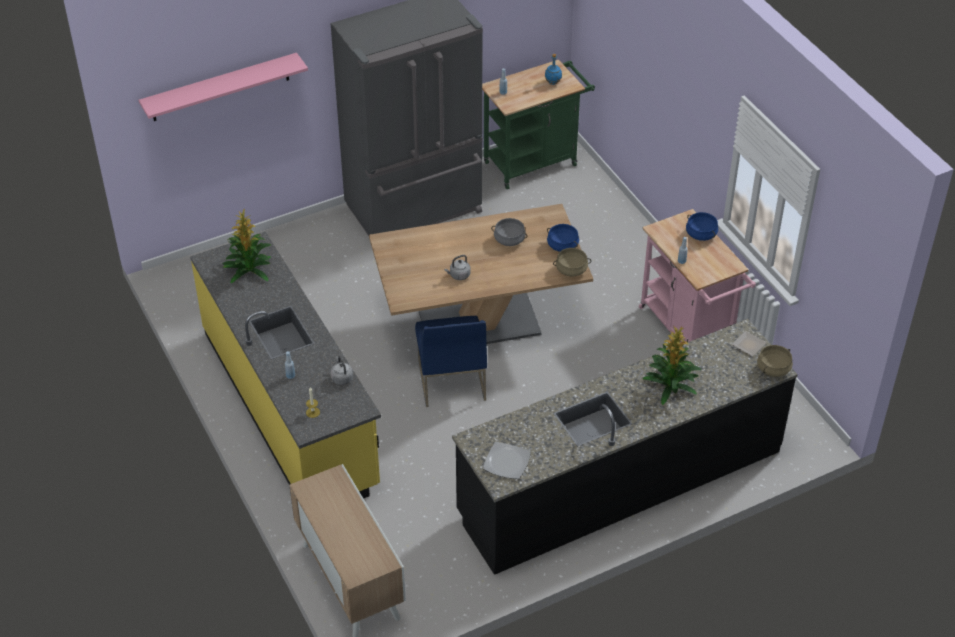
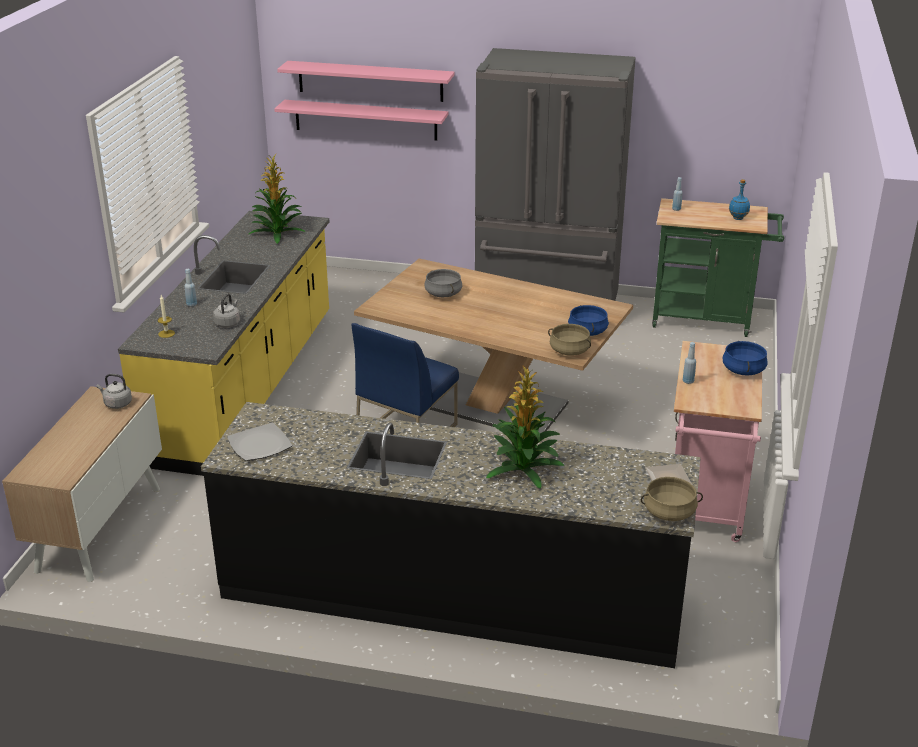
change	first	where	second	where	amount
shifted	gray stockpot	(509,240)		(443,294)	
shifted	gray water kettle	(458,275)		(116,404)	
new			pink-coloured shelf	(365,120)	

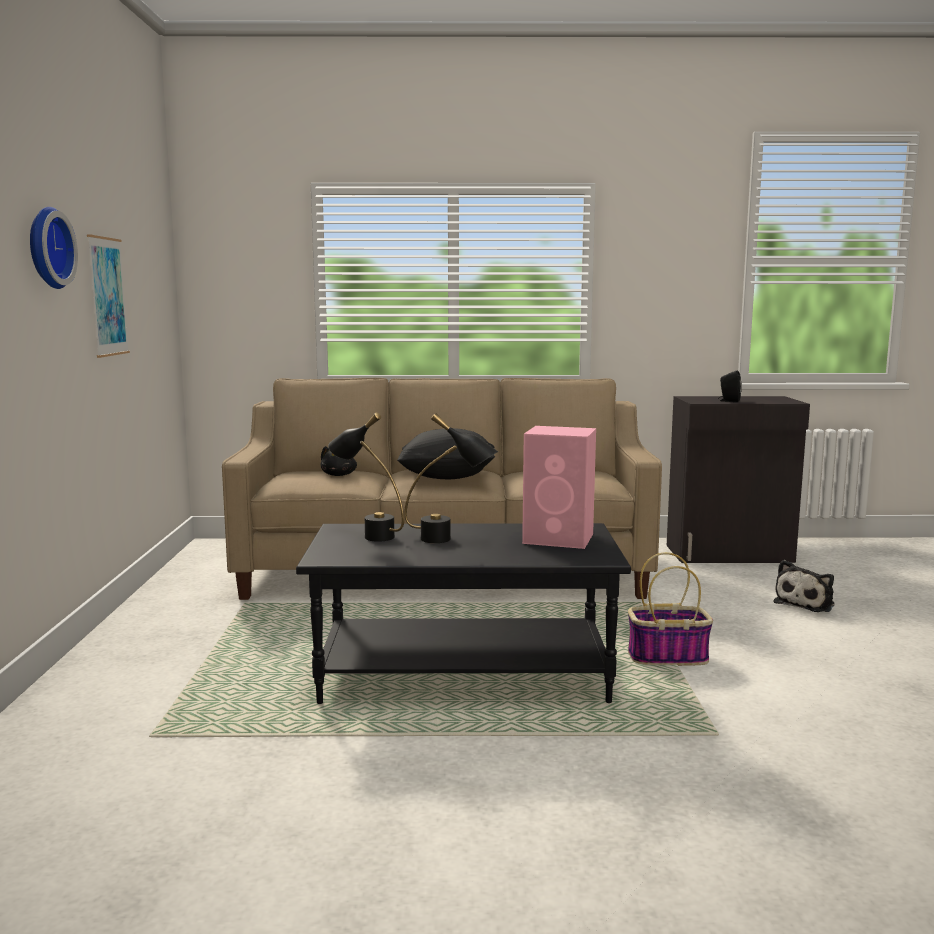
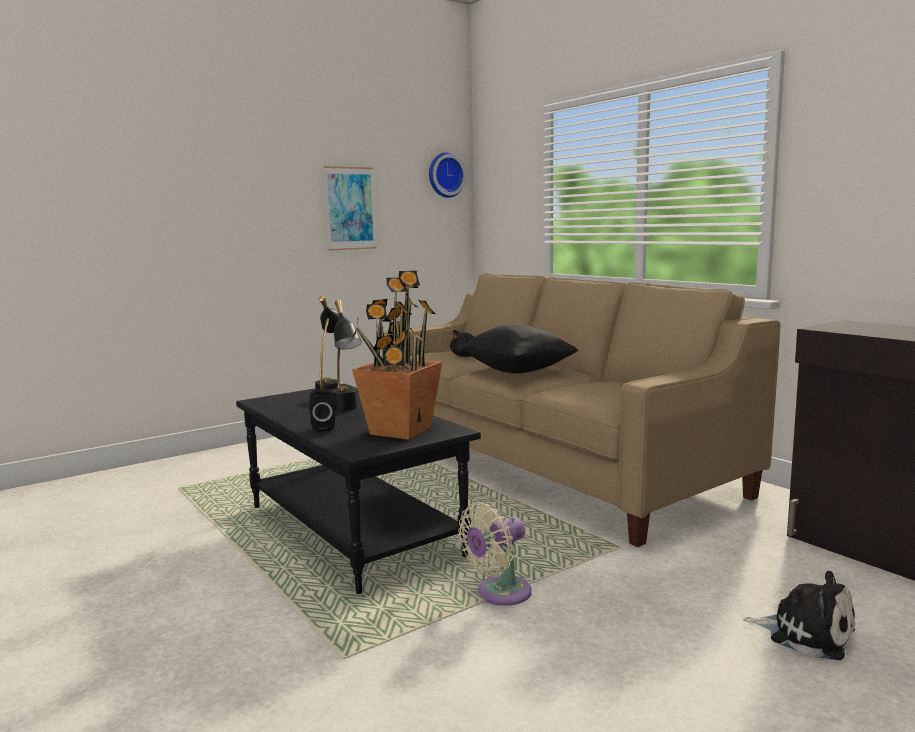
change	first	where	second	where	amount
shifted	hanging clock	(46,248)		(445,175)	
shifted	blackish speaker	(728,401)		(323,428)	
swapped	pink-coloured speaker	(560,539)	plant in a pot	(399,431)	
swapped	household basket	(668,657)	sand-coloured cooling fan	(499,593)	
rotated	cuddly toy	(806,603)		(805,633)	150 degrees counterclockwise

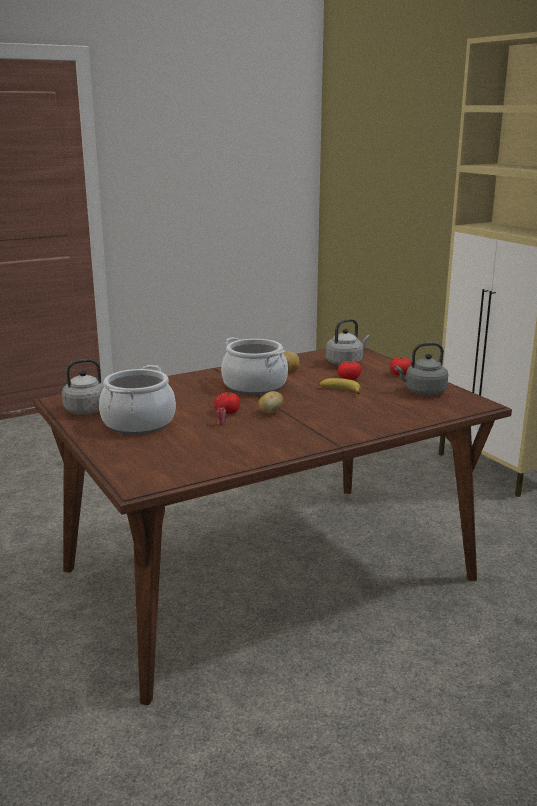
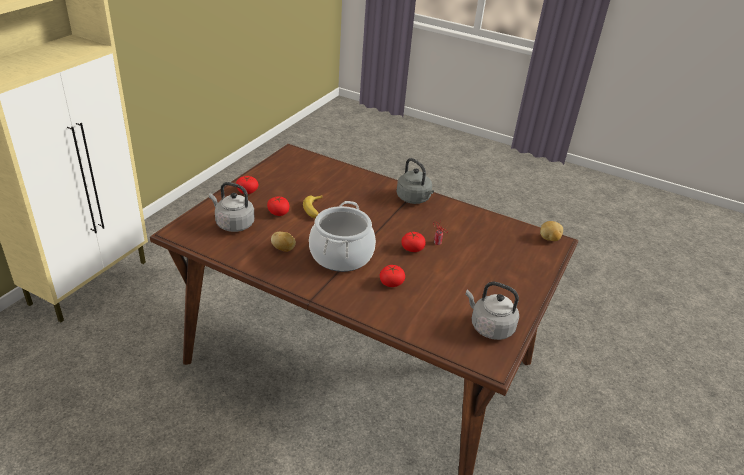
change	first	where	second	where	amount
shifted	gray water kettle	(423,392)		(414,199)	
gone	stockpot	(138,423)			
shifted	whole potato	(270,413)		(549,239)	
new			fresh tomato	(391,283)	

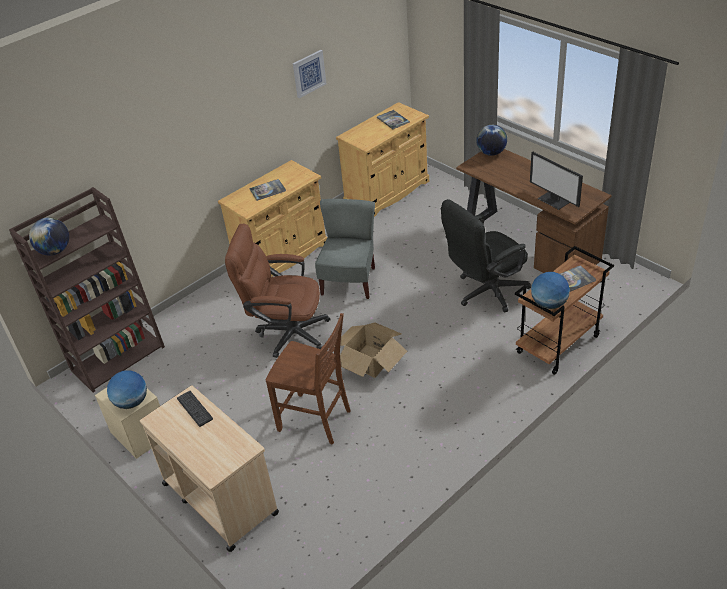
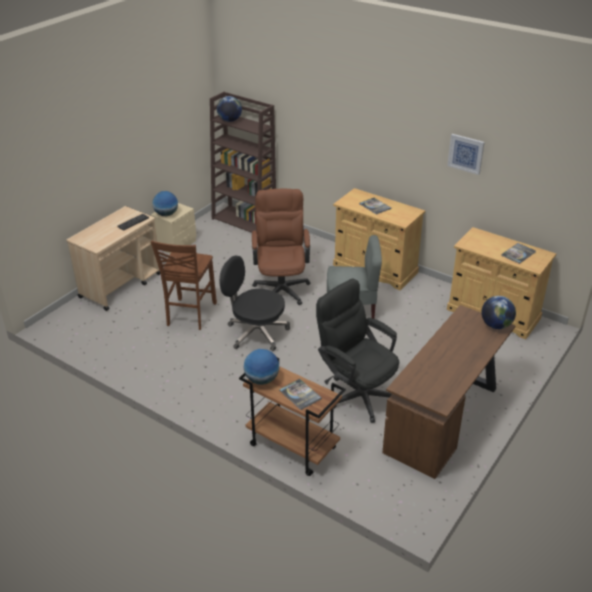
change	first	where	second	where	amount
gone	monitor	(554,200)			
swapped	packing box	(370,360)	blackish desk chair	(256,332)	

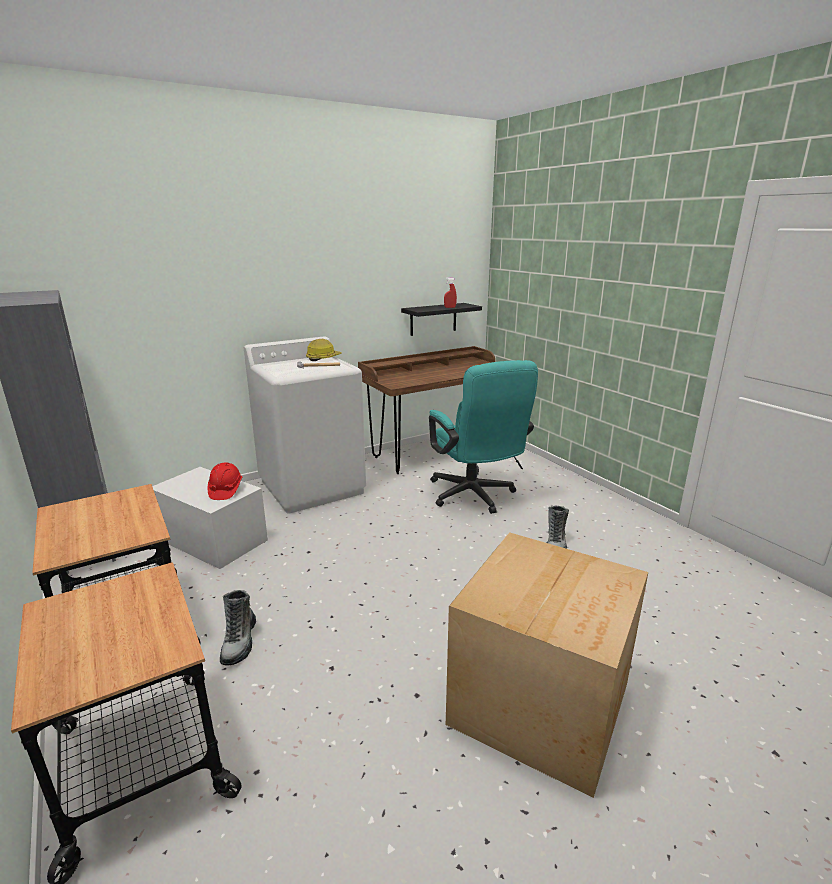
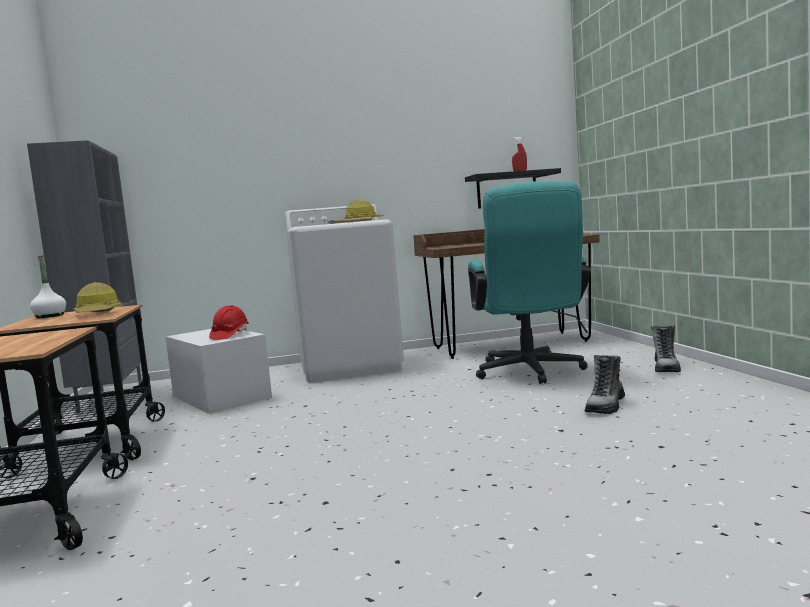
change	first	where	second	where	amount
gone	packing box	(543,703)			
shifted	boot	(239,642)		(666,368)	
new			white-coloured bottle	(50,316)	
new			safety helmet	(98,313)	

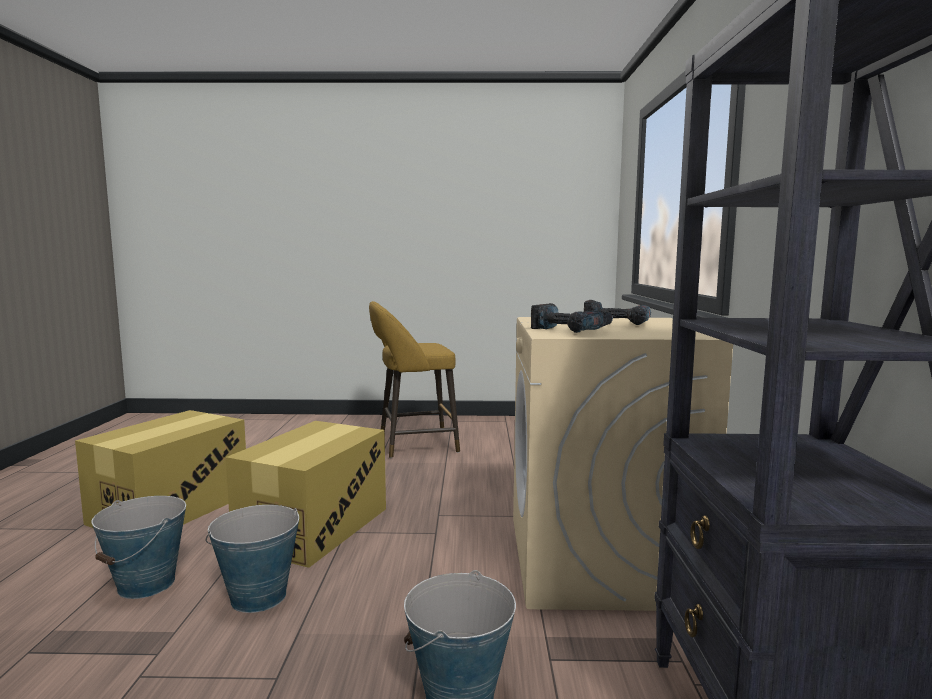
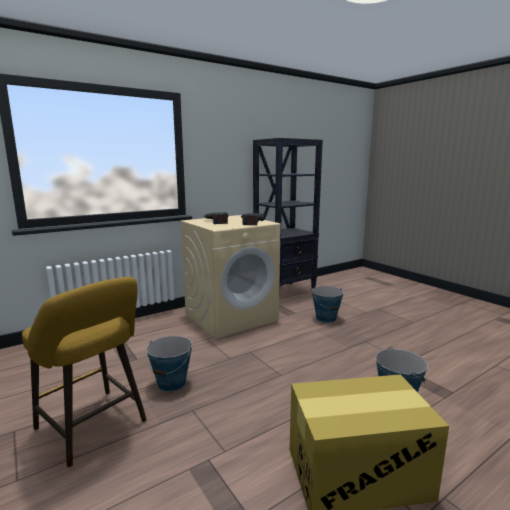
change	first	where	second	where	amount
gone	packing box	(314,527)			
shifted	bucket	(258,597)		(172,383)	

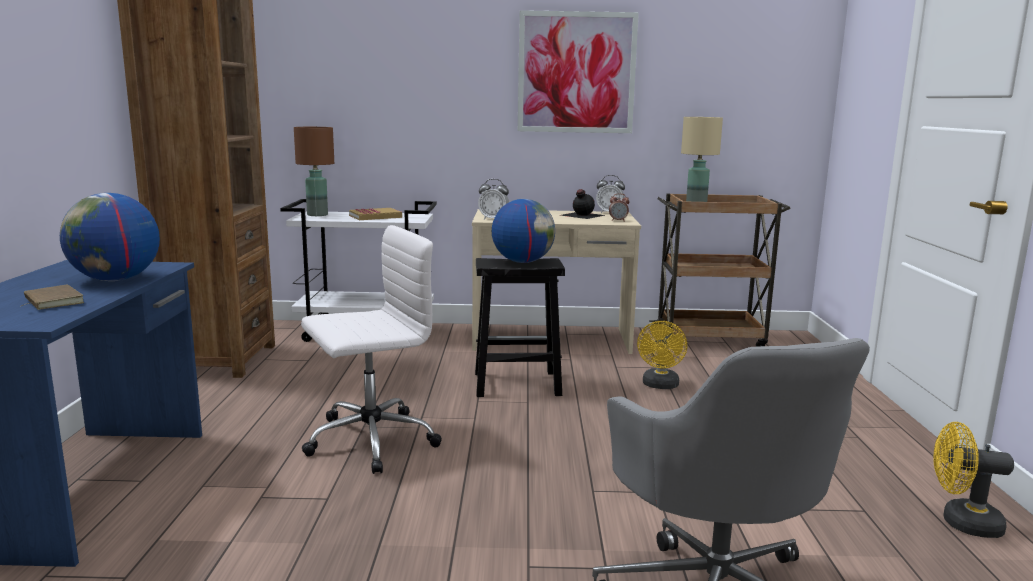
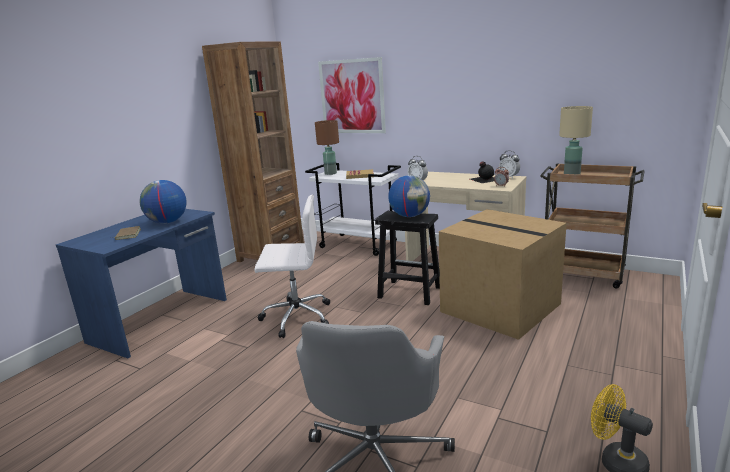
change	first	where	second	where	amount
shifted	wall picture	(576,73)		(352,96)	
swapped	yellowish cooling fan	(660,386)	packing box	(502,307)	

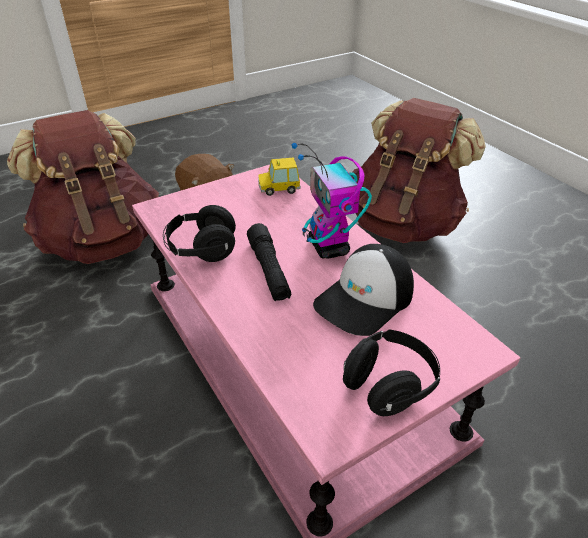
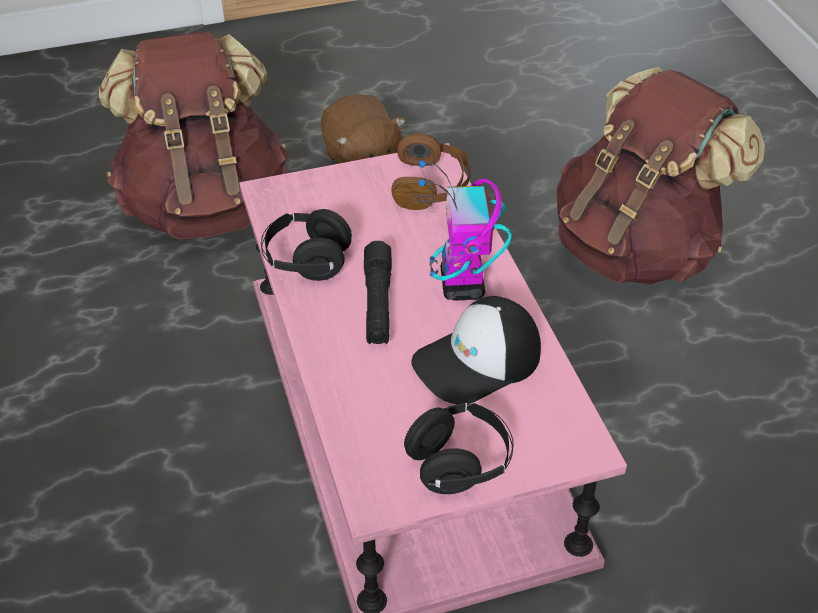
change	first	where	second	where	amount
swapped	toy car	(278,188)	brown headset	(431,186)	

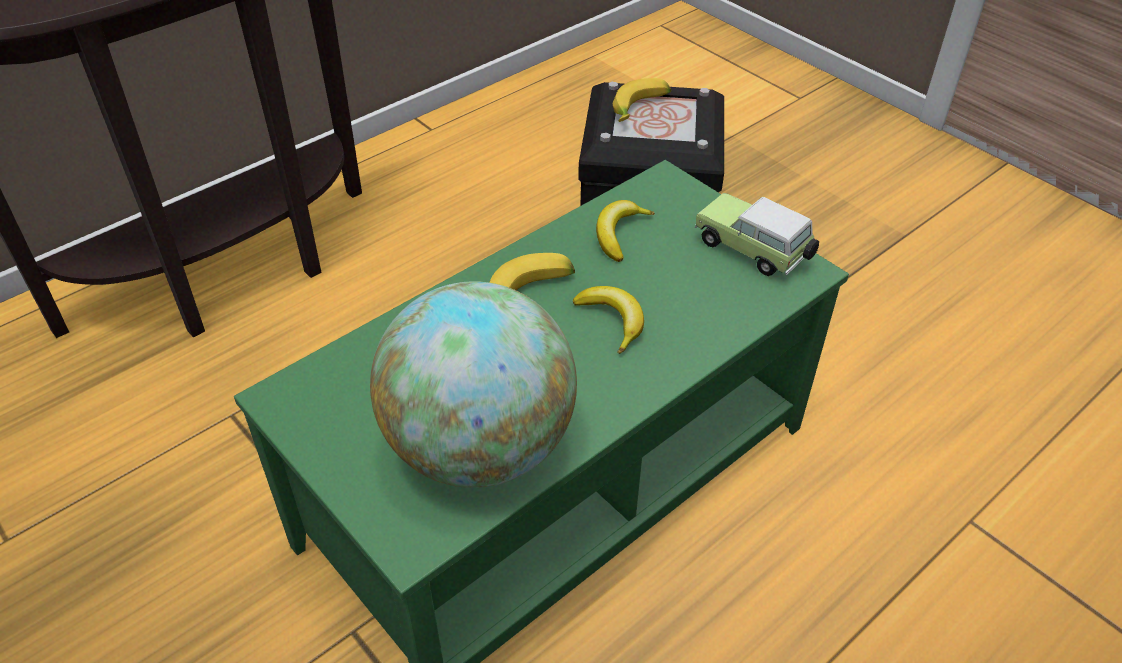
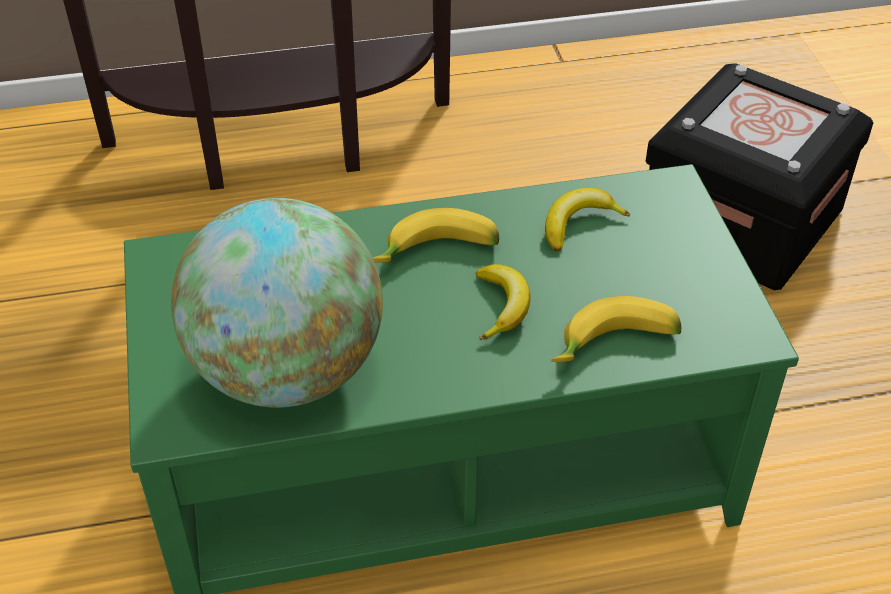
change	first	where	second	where	amount
shifted	banana fruit	(640,109)		(616,346)	
gone	toy car	(754,251)			

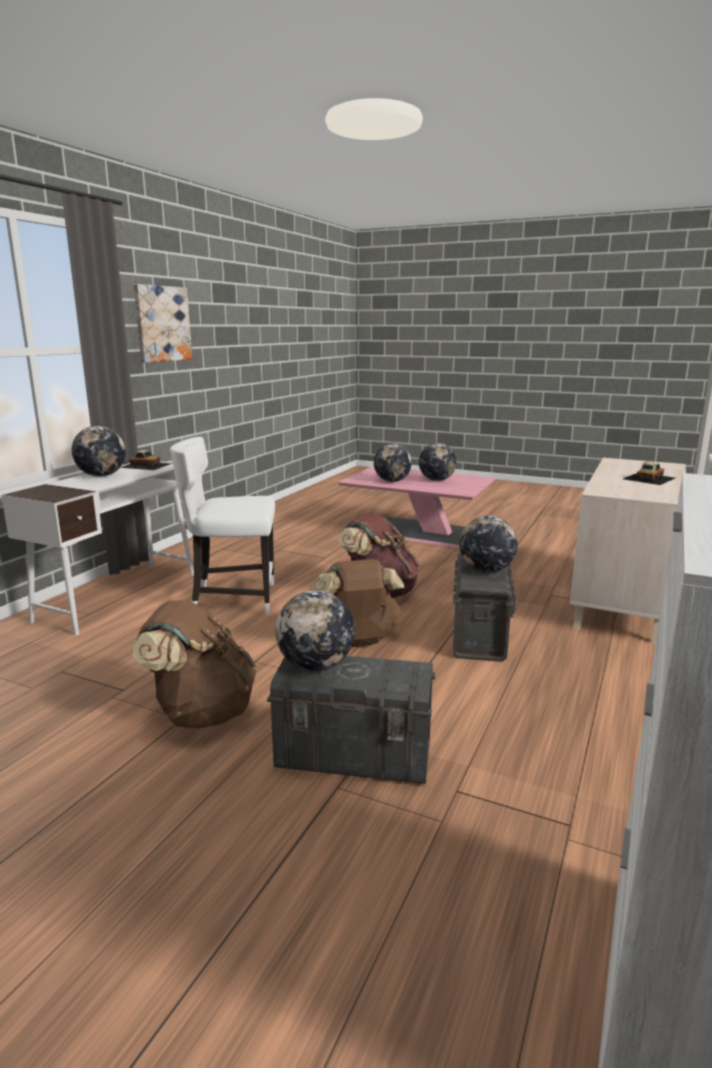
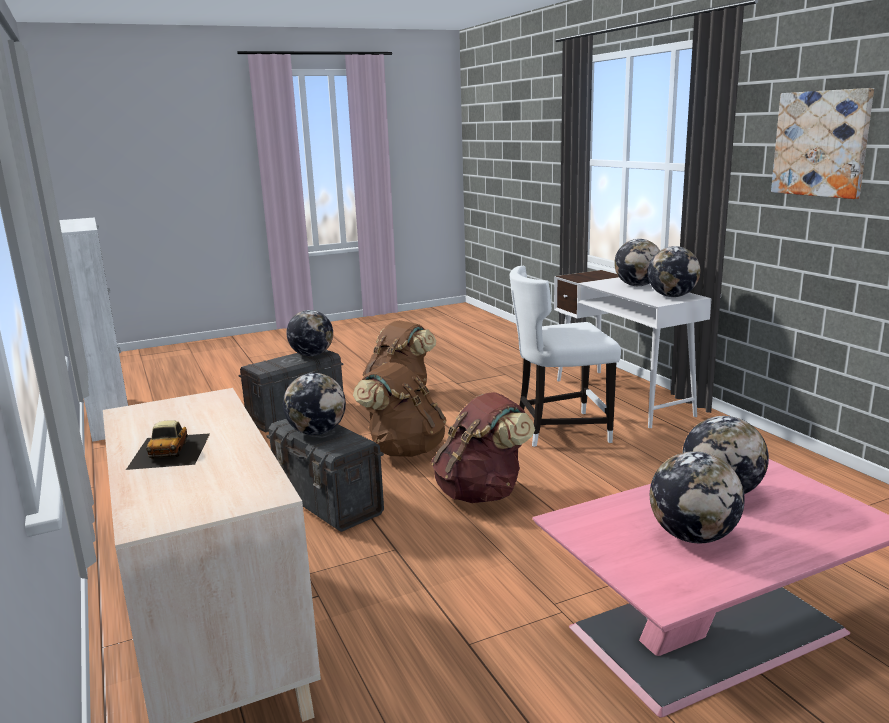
change	first	where	second	where	amount
rotated	white-coloured upright chair	(233,599)		(559,430)	135 degrees counterclockwise
swapped	toy car	(146,465)	world globe	(672,296)	

